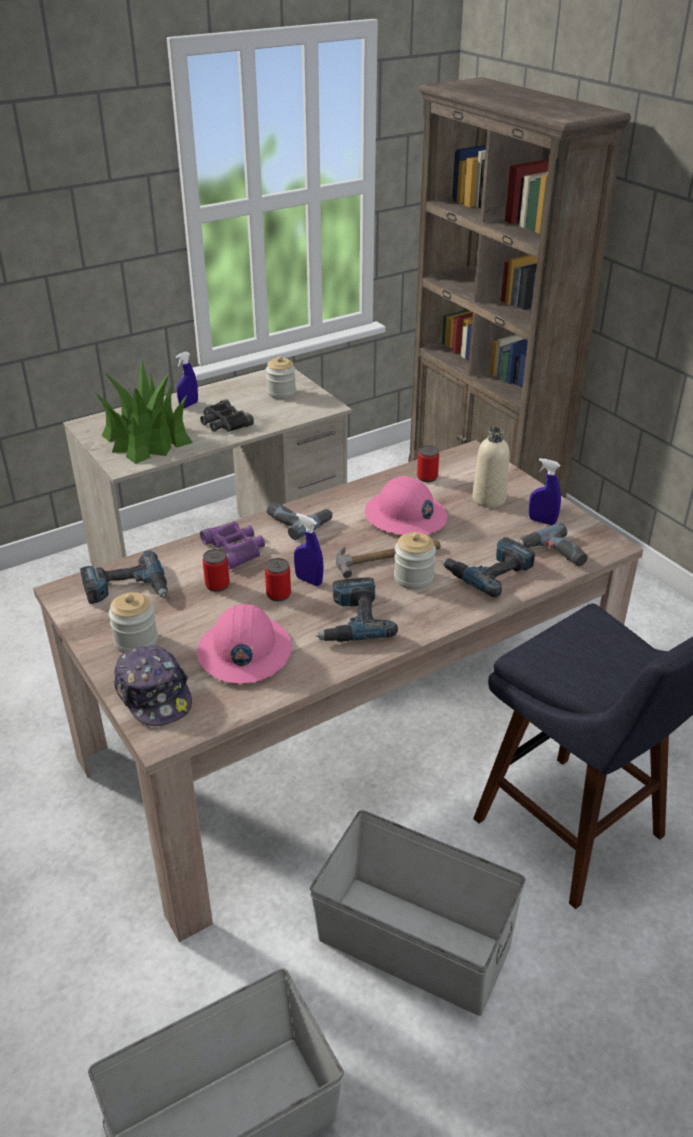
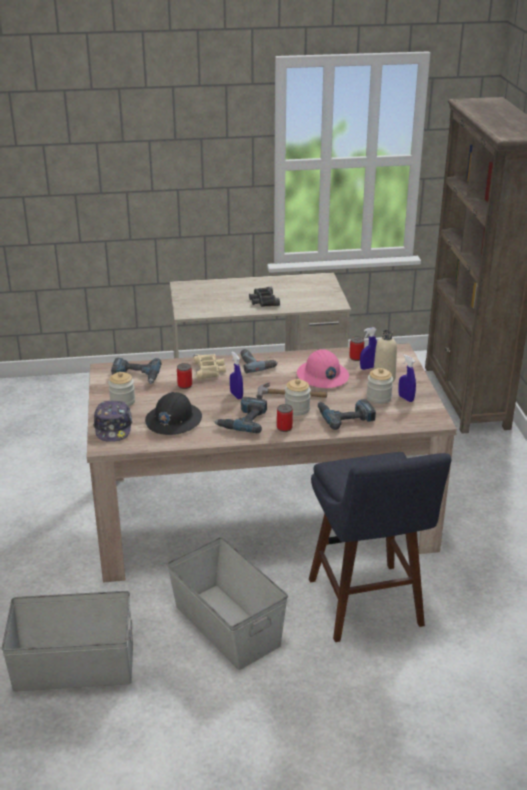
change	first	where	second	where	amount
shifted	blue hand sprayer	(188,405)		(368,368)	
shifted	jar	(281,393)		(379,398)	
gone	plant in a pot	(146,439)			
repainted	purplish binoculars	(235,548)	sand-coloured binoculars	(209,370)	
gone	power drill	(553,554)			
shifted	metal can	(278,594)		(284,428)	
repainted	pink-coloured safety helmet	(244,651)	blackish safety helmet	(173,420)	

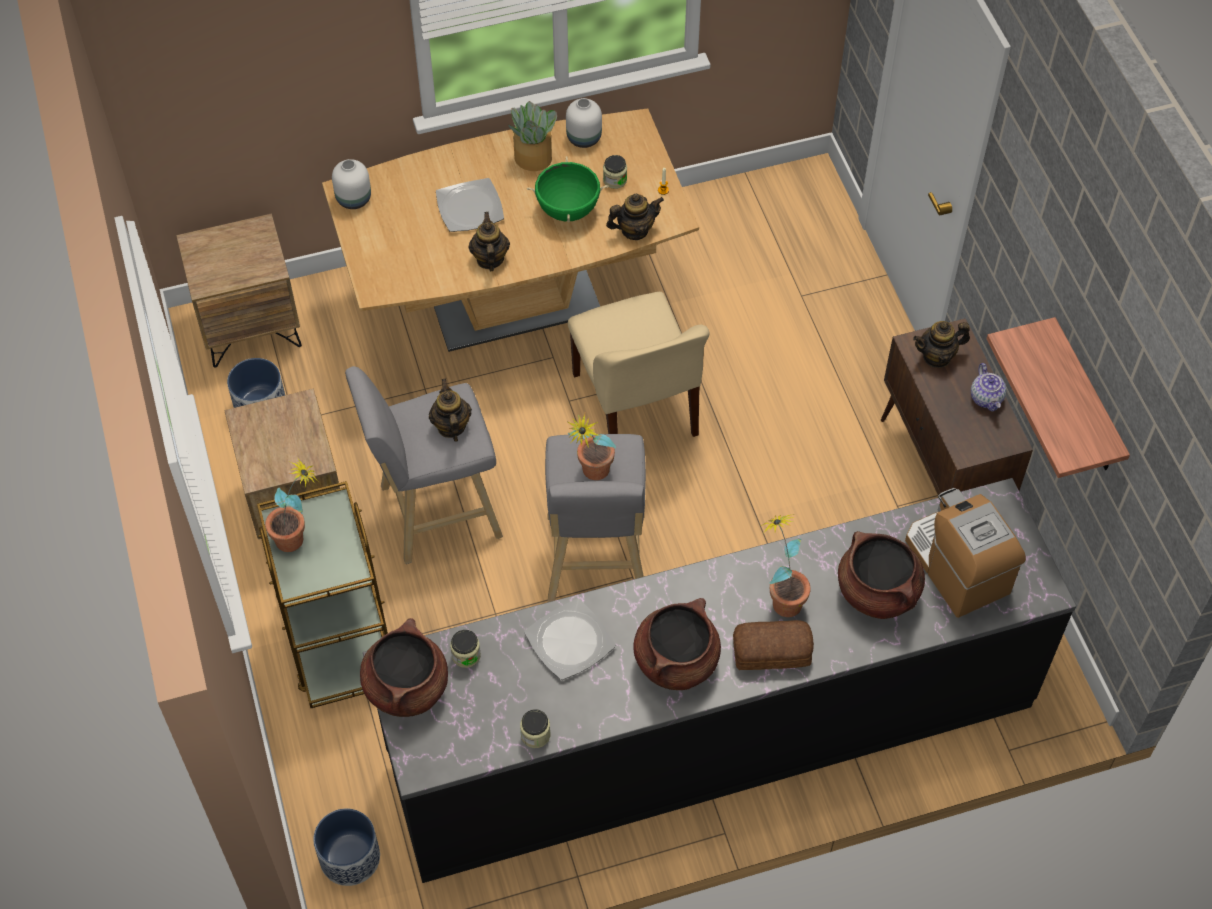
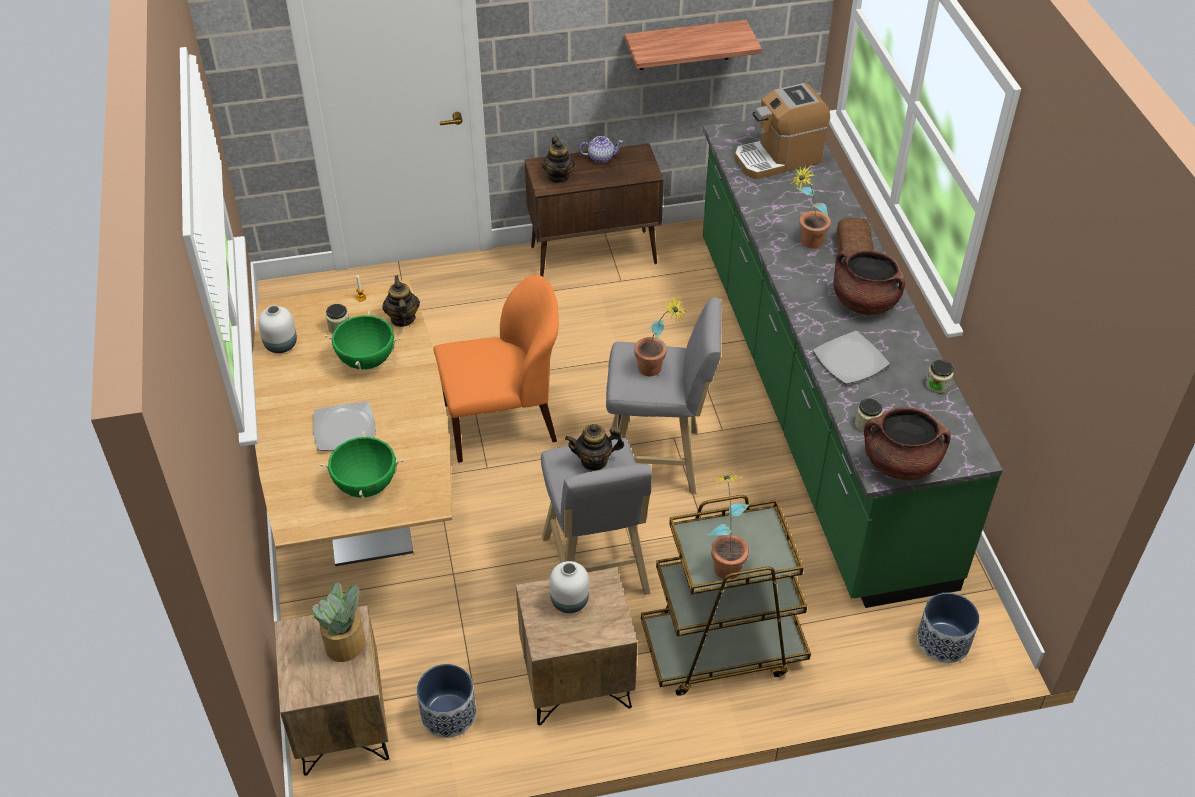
change	first	where	second	where	amount
shifted	plant in a pot	(533,158)		(346,643)	
shifted	white-coloured decorative vase	(353,199)		(570,601)	
gone	teapot	(489,259)			
repainted	sand-coloured upright chair	(636,407)	orange upright chair	(502,422)	
repainted	blackish kitchen counter	(711,729)	greenish kitchen counter	(814,401)	
gone	brown stockpot	(878,592)			
new			greenish stockpot	(366,485)	

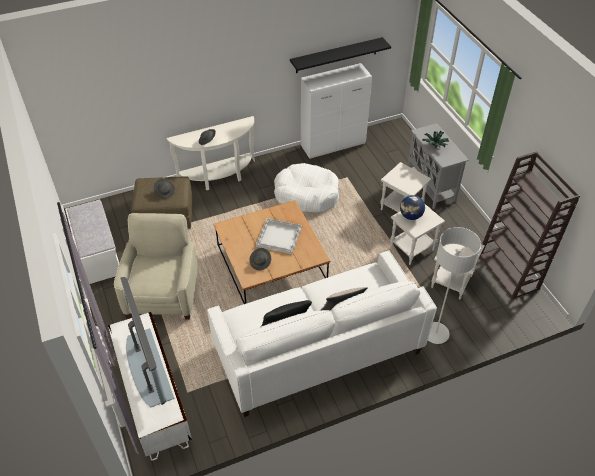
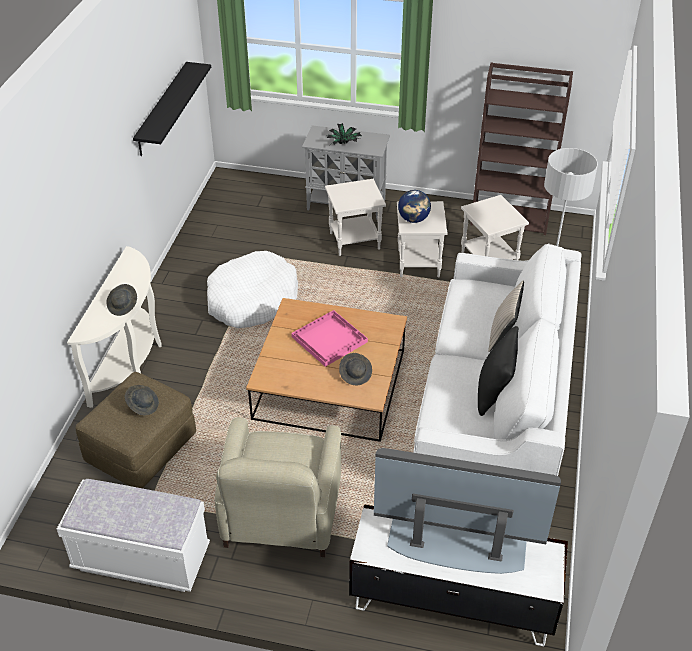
change	first	where	second	where	amount
gone	white-coloured cupboard	(333,145)			
rotated	sand-coloured armchair	(163,293)		(281,513)	120 degrees counterclockwise
repainted	white-coloured carrying tray	(279,236)	pink-coloured carrying tray	(329,339)	

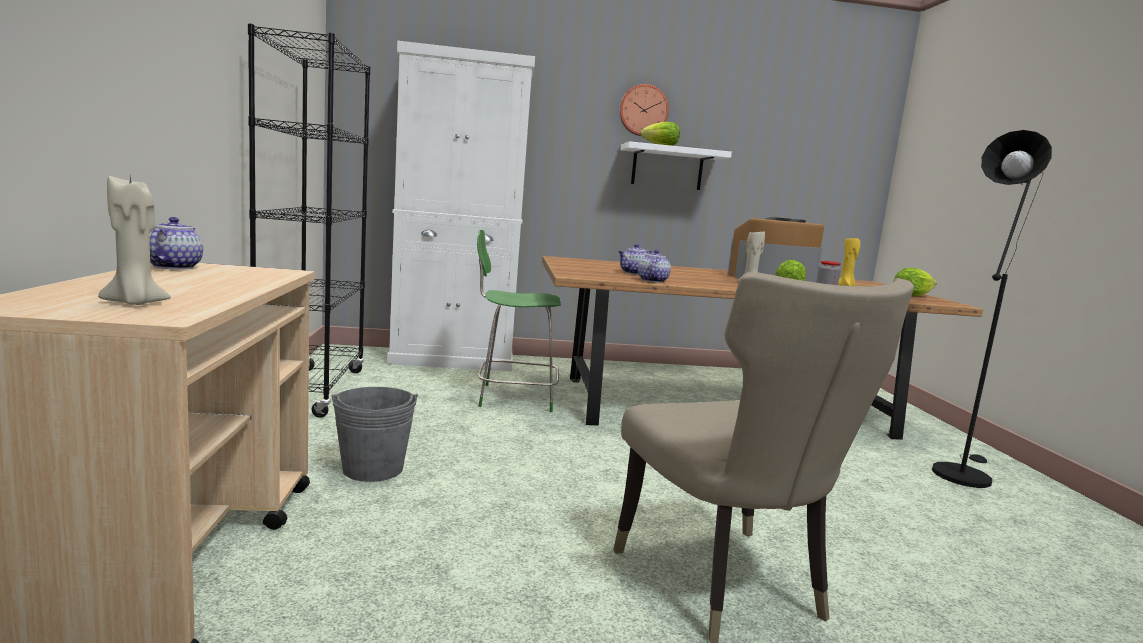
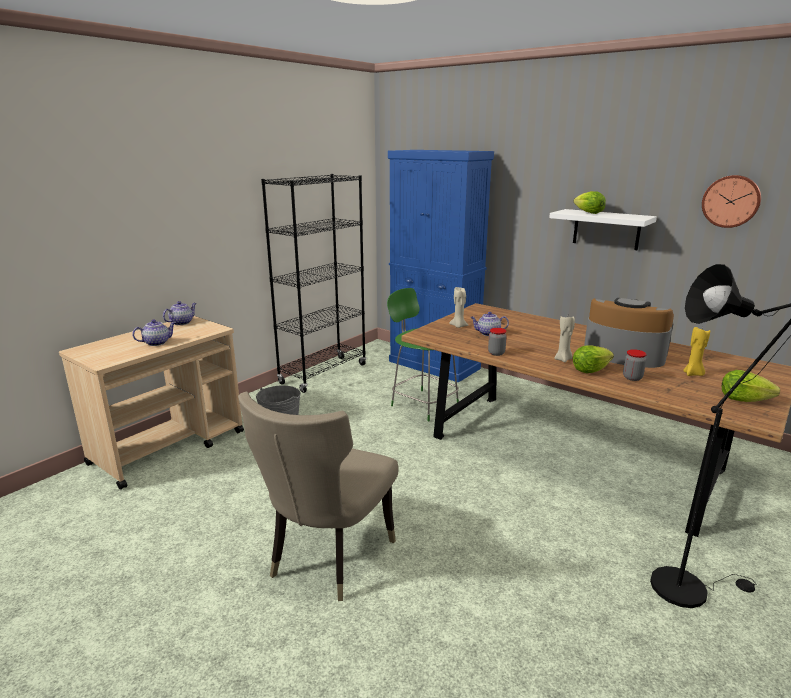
change	first	where	second	where	amount
repainted	white-coloured cupboard	(453,359)	blue cupboard	(434,365)	
shifted	hanging clock	(643,110)		(731,201)	
shifted	sand-coloured candle	(135,303)		(458,326)	
shifted	teapot	(652,281)		(157,343)	
new			jar	(496,353)	

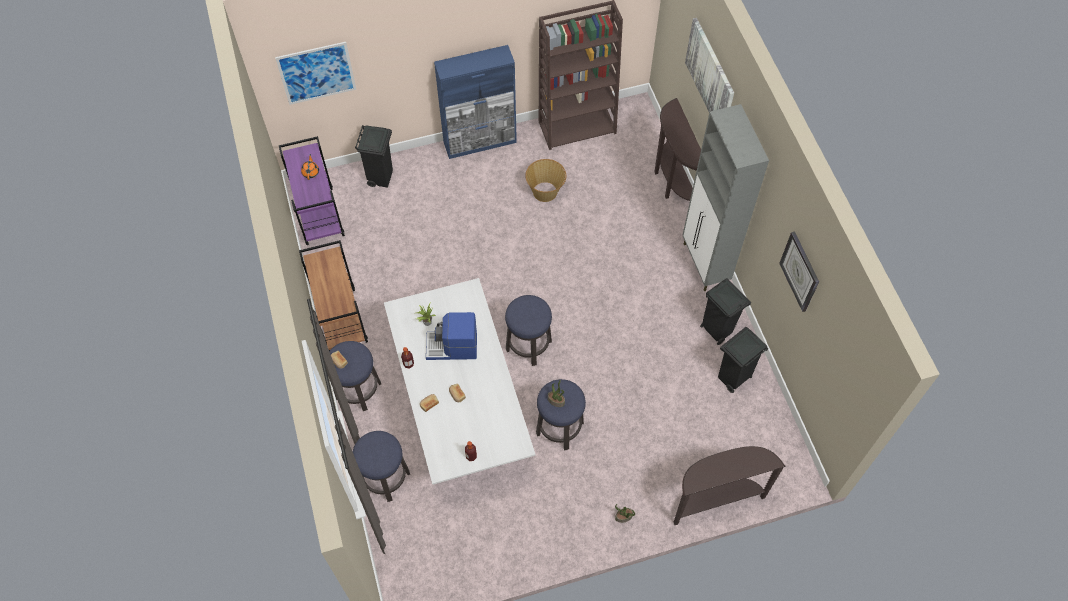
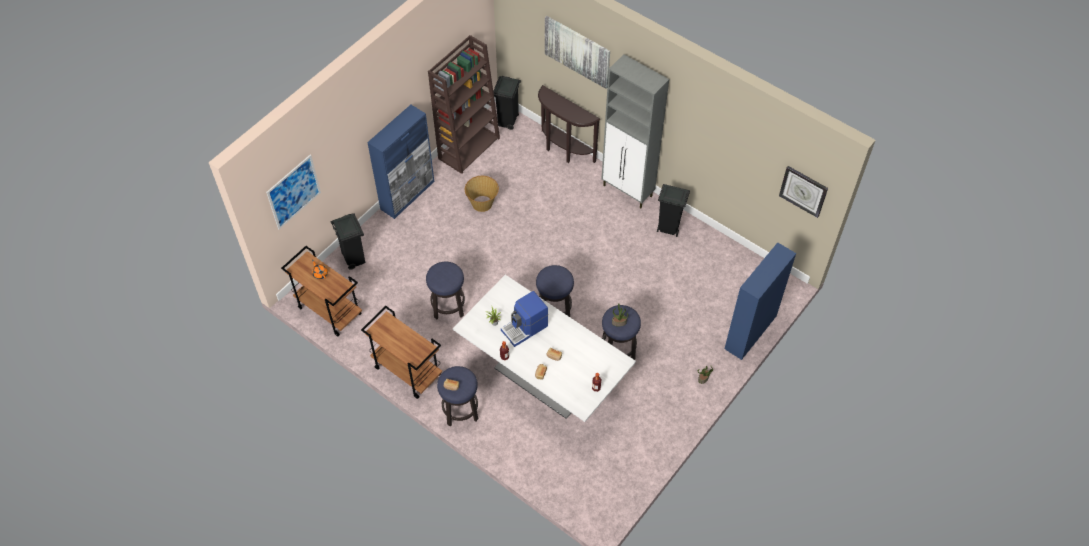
change	first	where	second	where	amount
repainted	purplish wheeled cart	(318,215)	brown wheeled cart	(329,311)	
shifted	hanging clock	(800,271)		(803,191)	
shifted	blackish trash can	(733,378)		(507,122)	
shifted	stool	(385,478)		(448,306)	
swapped	brown console table	(715,500)	blue cupboard	(750,332)	

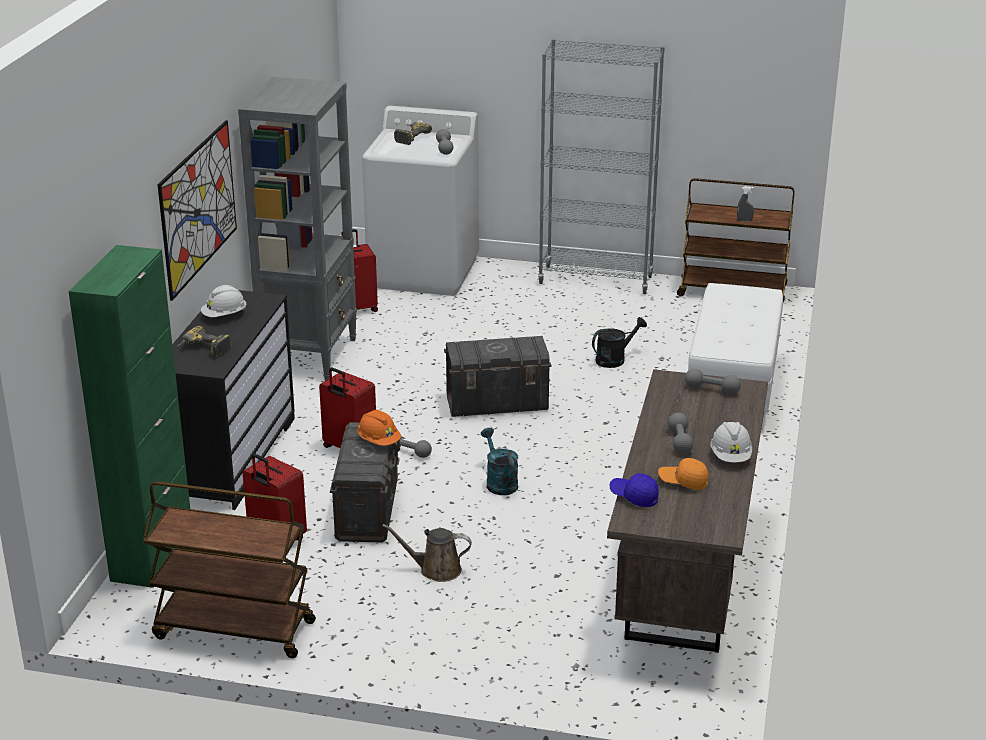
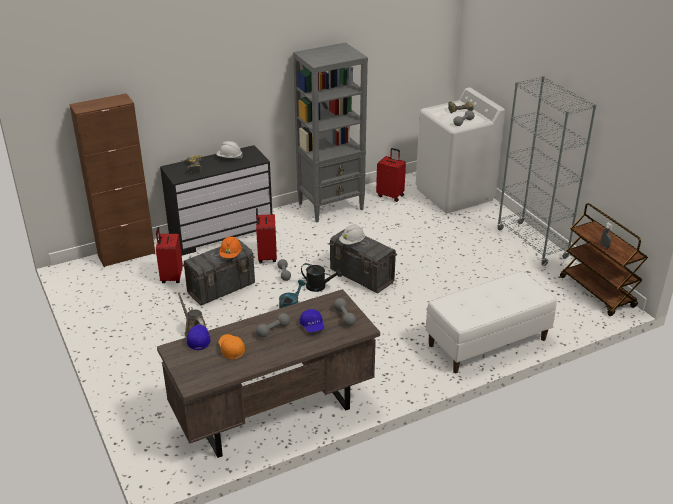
change	first	where	second	where	amount
gone	wall picture	(198,207)			
repainted	greenish cupboard	(152,555)	brown cupboard	(126,254)	
shifted	blackish watering can	(615,359)		(319,287)	
shifted	white-coloured safety helmet	(730,456)		(352,242)	
gone	brown wheeled cart	(233,630)			
new			blue peaked cap	(312,326)	

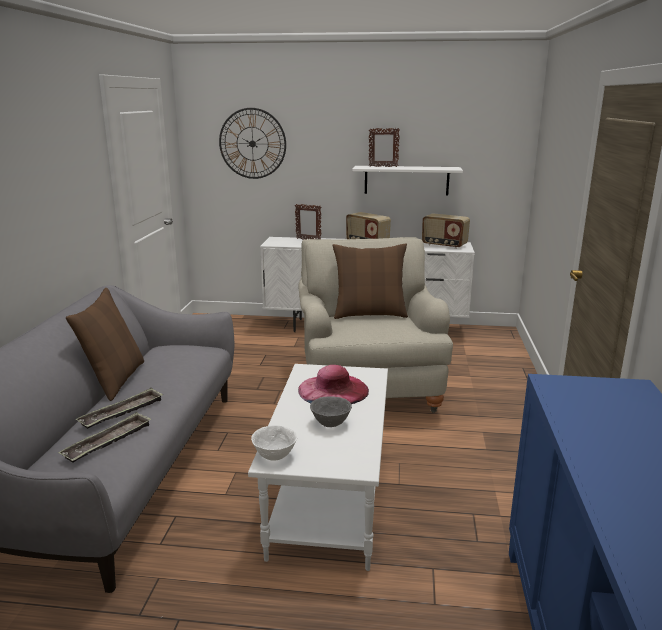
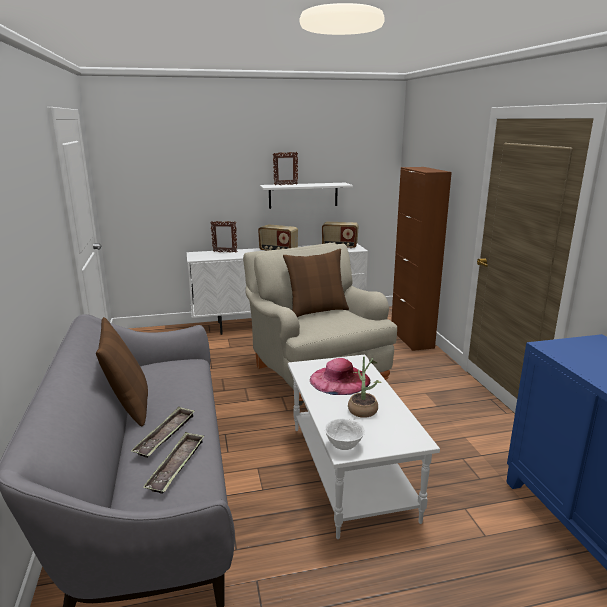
change	first	where	second	where	amount
gone	hanging clock	(252,143)			
swapped	gray serving bowl	(330,423)	plant in a pot	(363,408)	
new			brown cupboard	(411,338)	

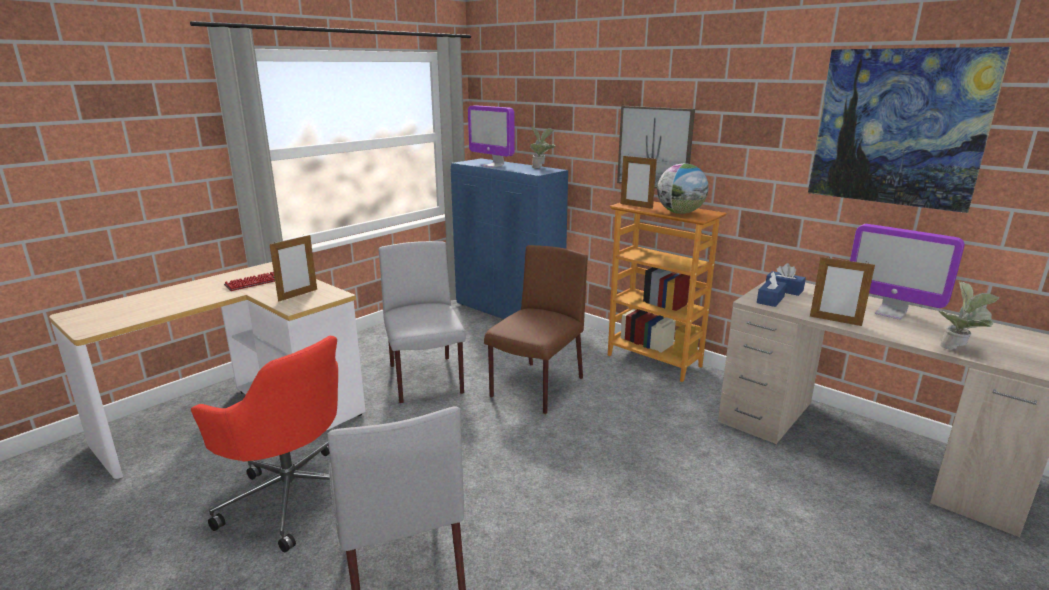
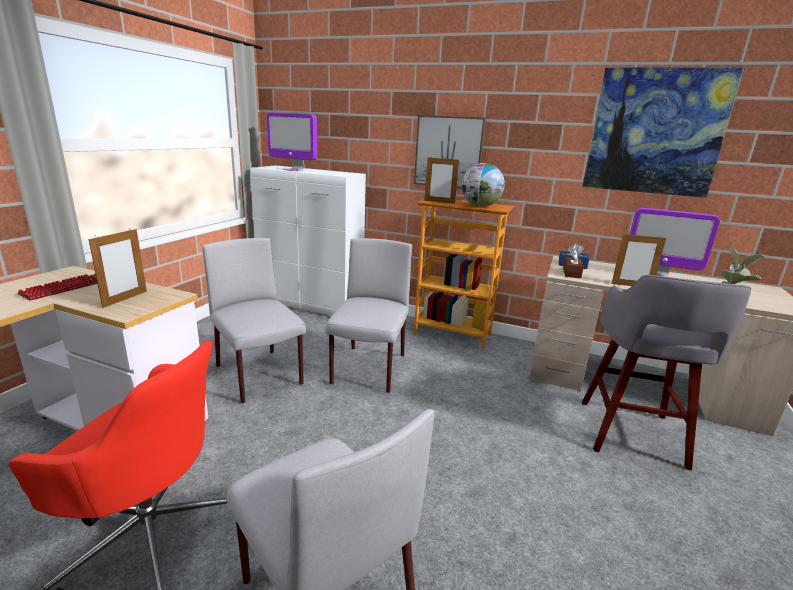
change	first	where	second	where	amount
gone	plant in a pot	(541,167)			
repainted	blue cupboard	(509,313)	white-coloured cupboard	(311,305)	
repainted	brown upright chair	(536,388)	gray upright chair	(369,370)	
repainted	blue tissue box	(770,300)	brown tissue box	(571,273)	
new			gray stool	(631,435)	

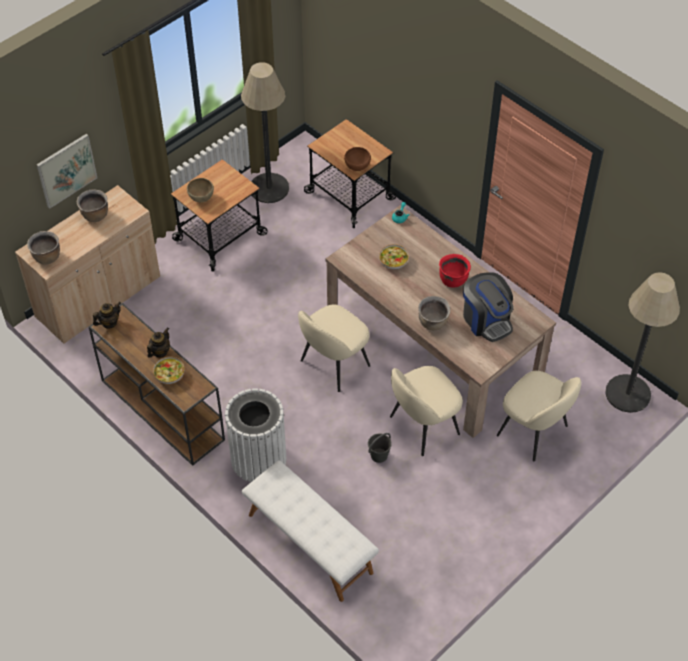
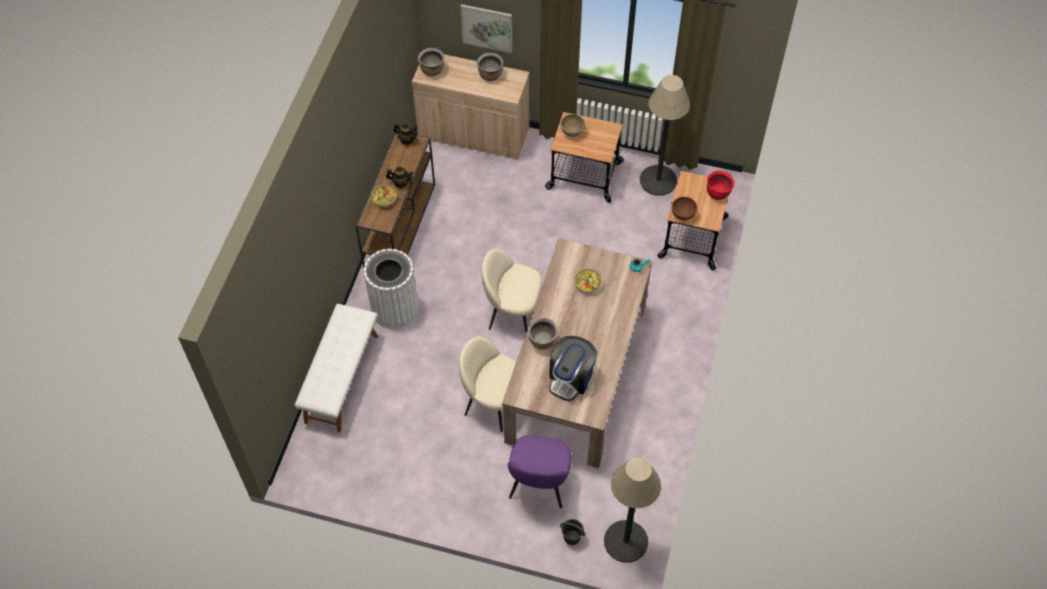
change	first	where	second	where	amount
shifted	red stockpot	(453,280)		(718,193)	
repainted	sand-coloured upright chair	(534,431)	purplish upright chair	(538,485)	
shifted	gray bucket	(379,455)		(572,537)	

